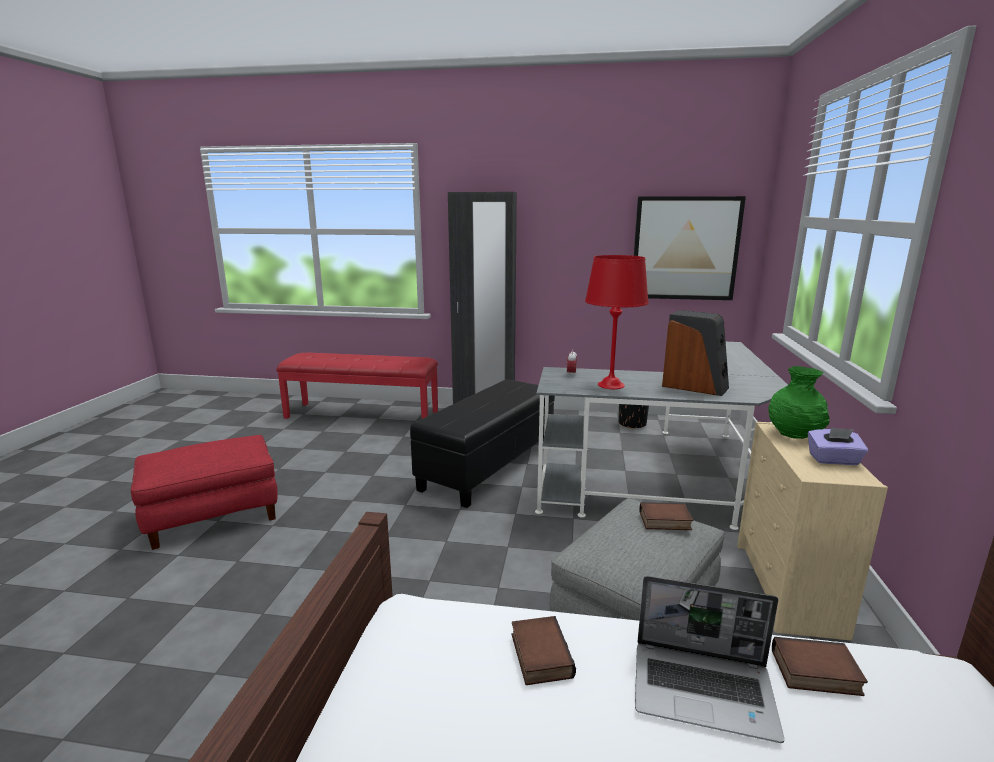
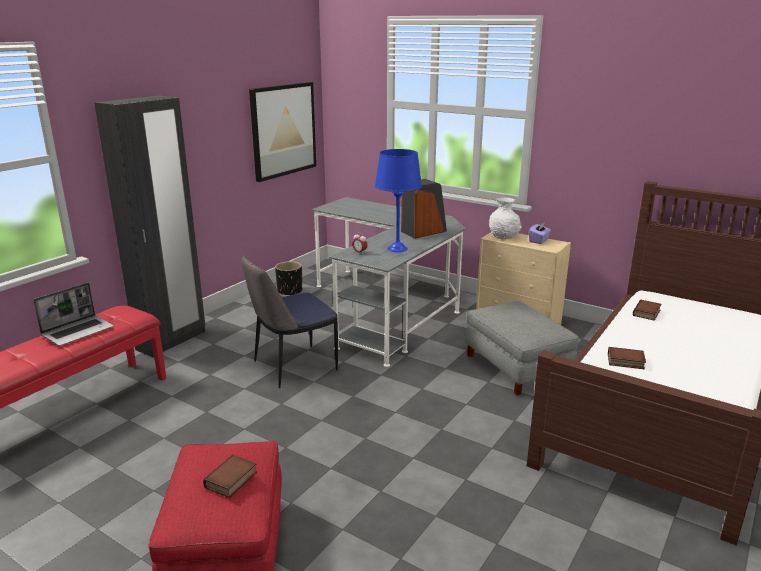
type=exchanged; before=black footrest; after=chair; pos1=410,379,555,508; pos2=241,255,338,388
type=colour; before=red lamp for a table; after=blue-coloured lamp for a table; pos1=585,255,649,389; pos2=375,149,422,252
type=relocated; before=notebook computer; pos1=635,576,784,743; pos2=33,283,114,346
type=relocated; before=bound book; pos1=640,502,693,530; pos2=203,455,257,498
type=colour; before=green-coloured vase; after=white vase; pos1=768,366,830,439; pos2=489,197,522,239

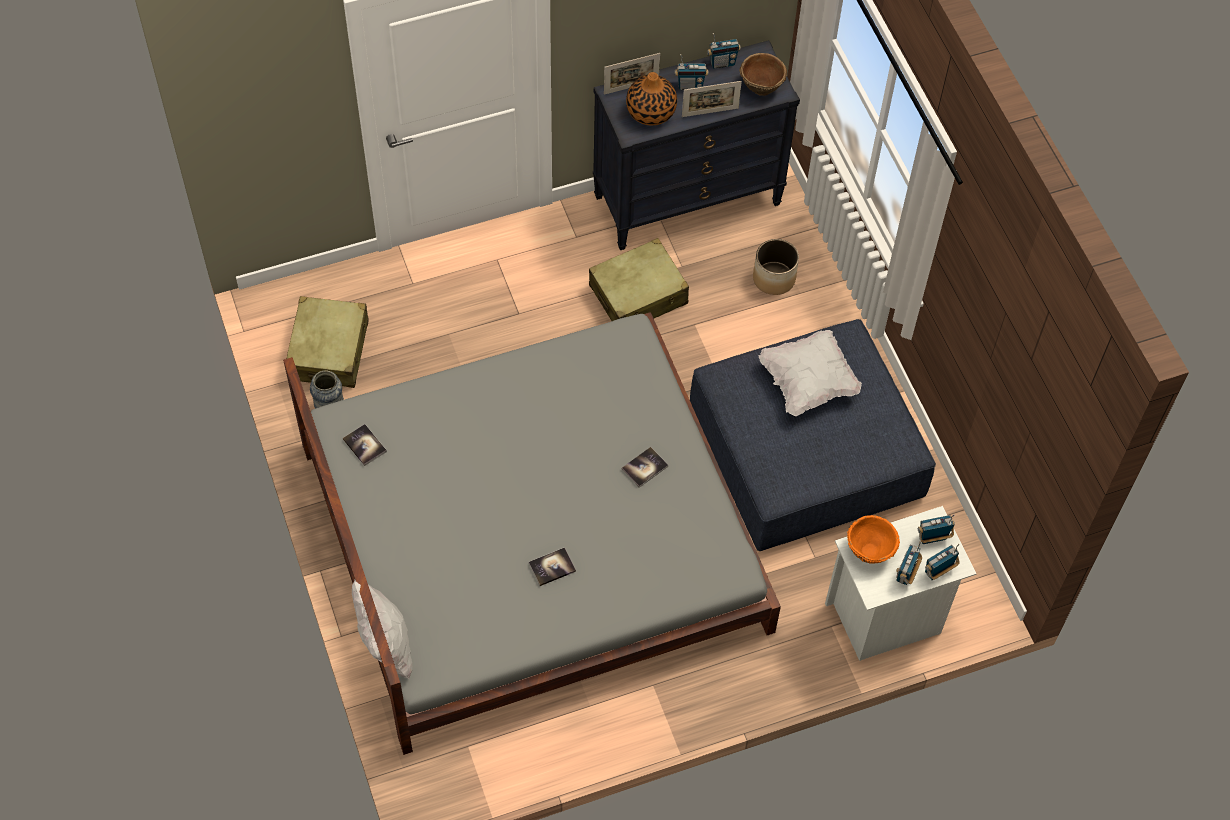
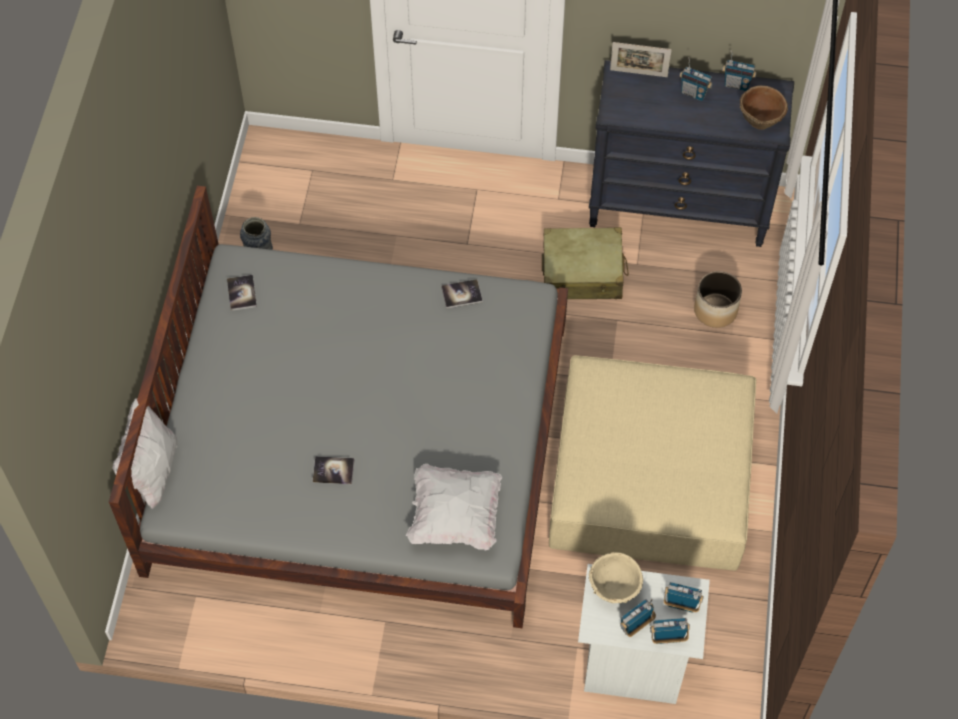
type=missing; before=beige-coloured travel case; pos1=286,296,369,388
type=relocated; before=bound book; pos1=621,447,668,488; pos2=441,279,483,309
type=missing; before=vase; pos1=626,72,677,126
type=missing; before=photo frame; pos1=682,81,742,117
type=colour; before=blue-coloured footrest; after=beige-coloured footrest; pos1=690,319,936,551; pos2=549,355,756,571
type=relocated; before=white cushion; pos1=759,330,862,416; pos2=406,464,502,550
type=colour; before=orange-coloured serving bowl; after=beige-coloured serving bowl; pos1=847,515,900,563; pos2=588,552,643,603

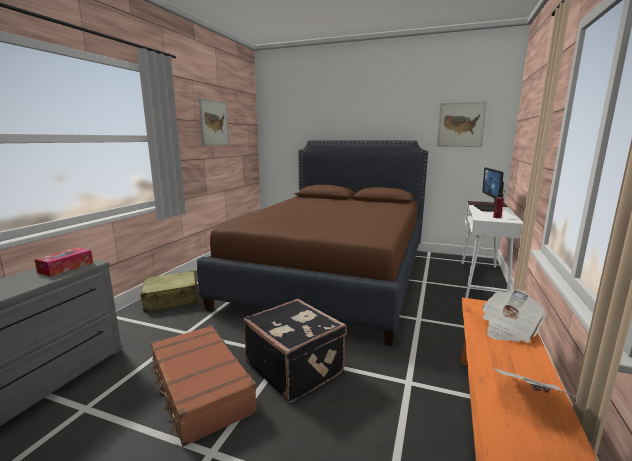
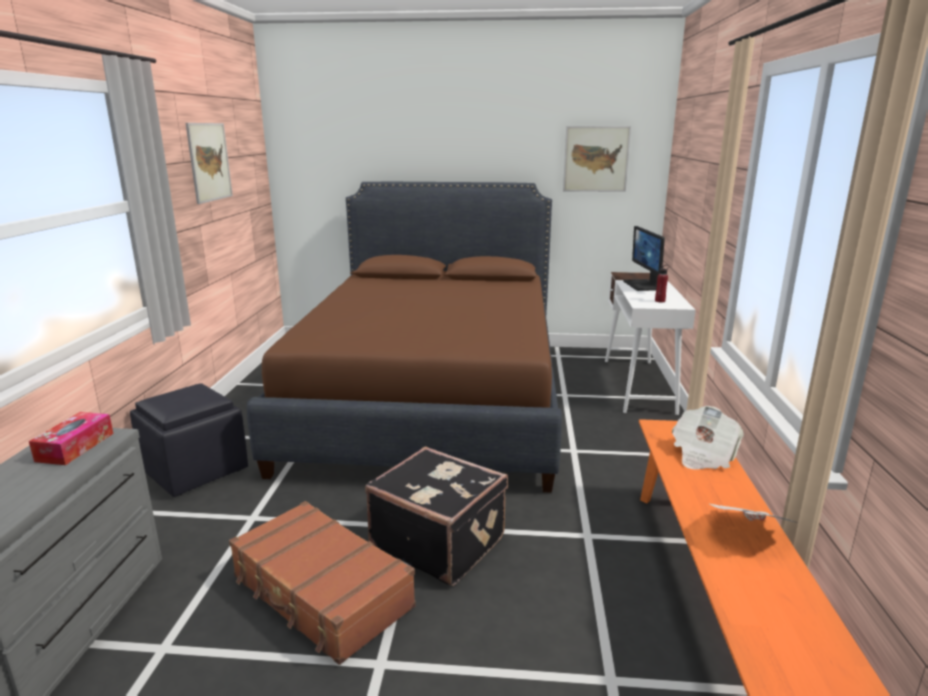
type=exchanged; before=beige-coloured travel case; after=black footrest; pos1=141,270,199,313; pos2=130,383,248,497

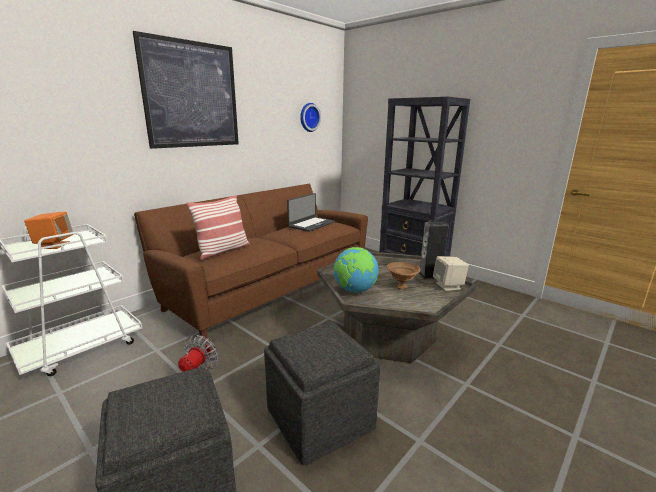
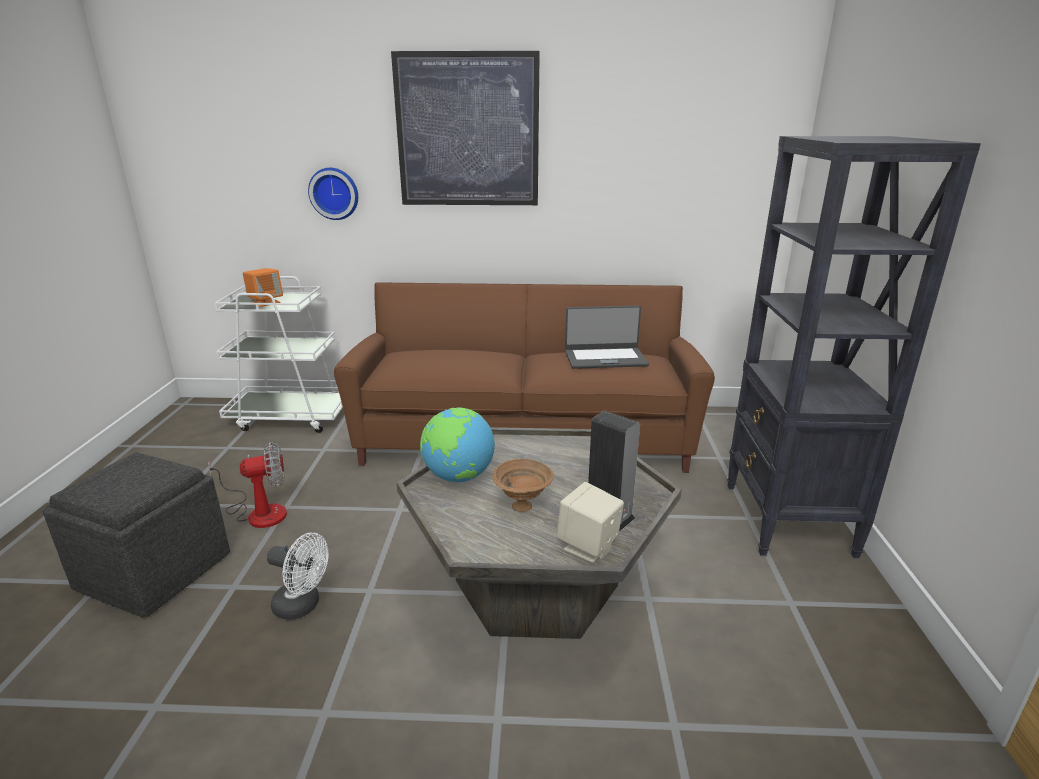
type=missing; before=cushion; pos1=186,195,250,260
type=exchanged; before=greyish footrest; after=white electric fan; pos1=264,321,380,465; pos2=267,532,329,620
type=relocated; before=clock on the wall; pos1=300,103,321,132; pos2=308,168,358,220

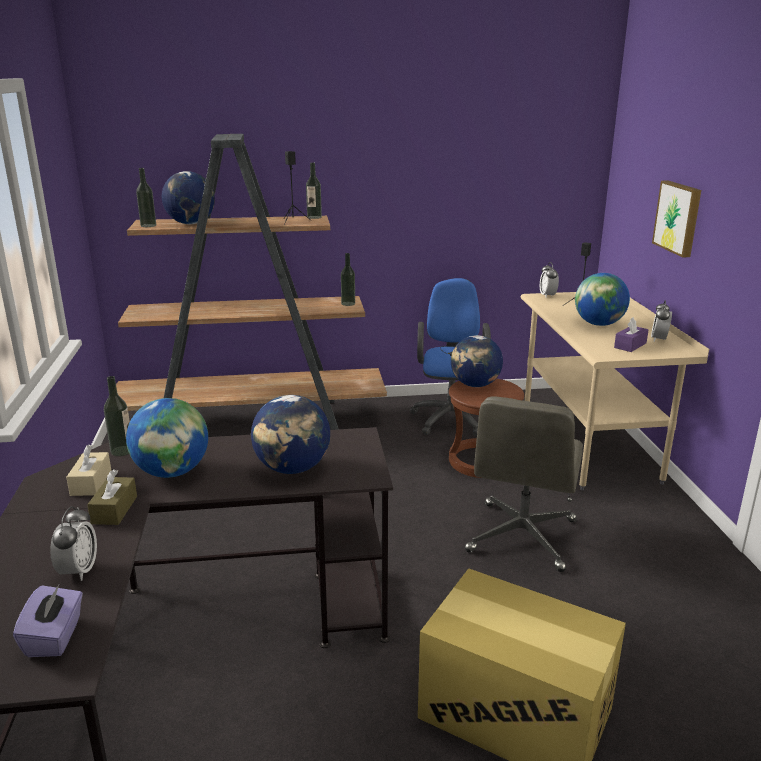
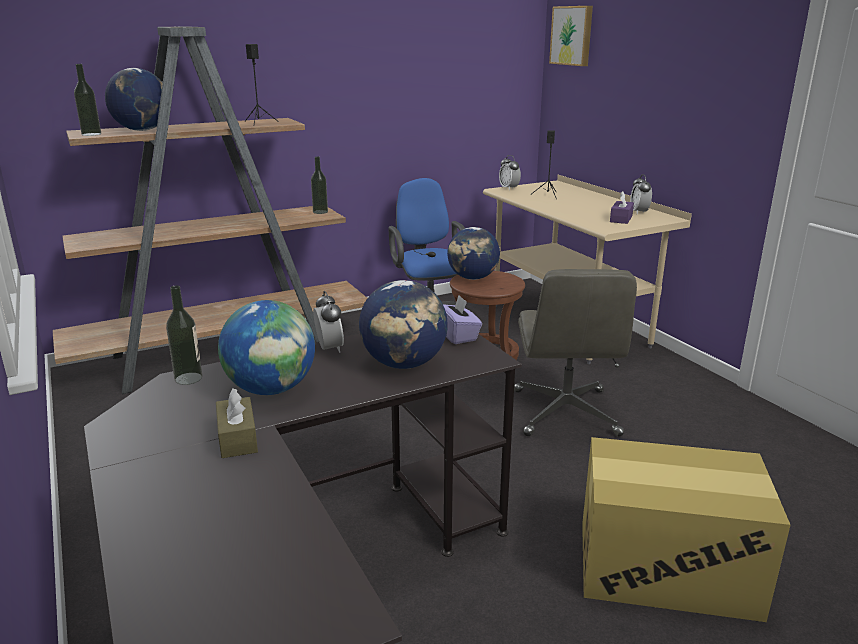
type=relocated; before=purplish tissue holder; pos1=13,583,83,657; pos2=443,295,482,344
type=relocated; before=alarm clock; pos1=50,506,97,581; pos2=313,291,344,353
type=missing; before=beige-coloured tissue holder; pos1=66,444,111,496
type=missing; before=beverage bottle; pos1=306,162,322,219
type=missing; before=desk globe; pos1=575,273,630,326
type=relocated; before=wall picture; pos1=652,181,701,257; pos2=549,6,593,66

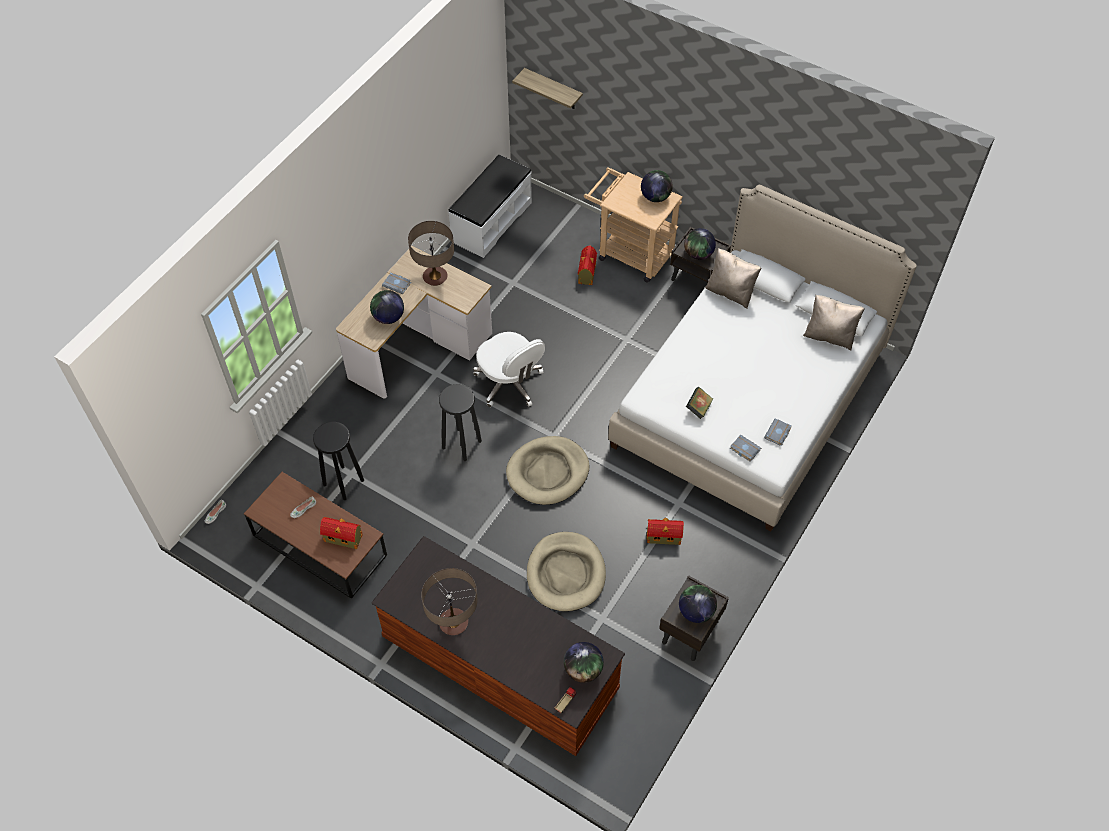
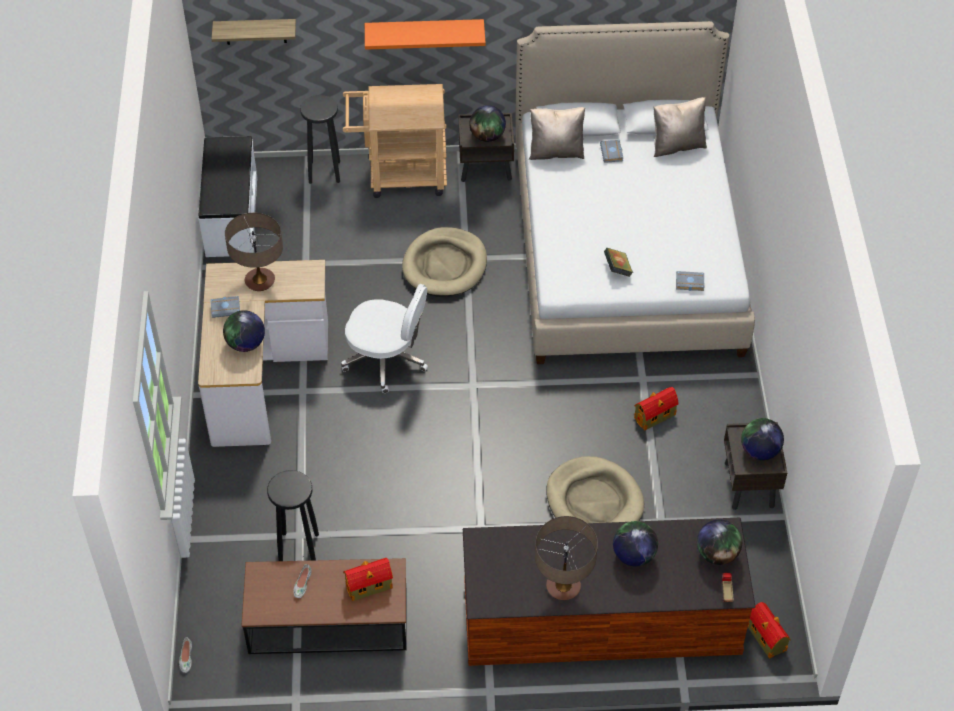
type=relocated; before=black sitting stool; pos1=439,384,482,461; pos2=300,95,340,184
type=relocated; before=beige-coloured dog bed; pos1=506,436,590,505; pos2=402,227,487,297
type=relocated; before=toy house; pos1=578,245,597,285; pos2=748,602,791,659
type=relocated; before=desk globe; pos1=641,170,673,202; pos2=613,521,658,567
type=relocated; before=greyish bound book; pos1=764,418,792,446; pos2=600,140,623,163
type=appeared; after=orange-coloured wall shelf; pos2=365,19,486,50

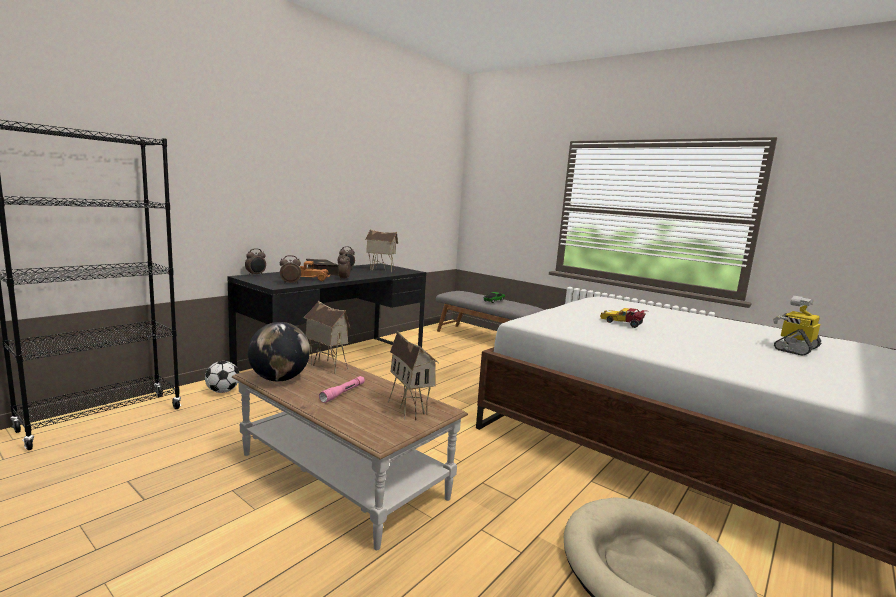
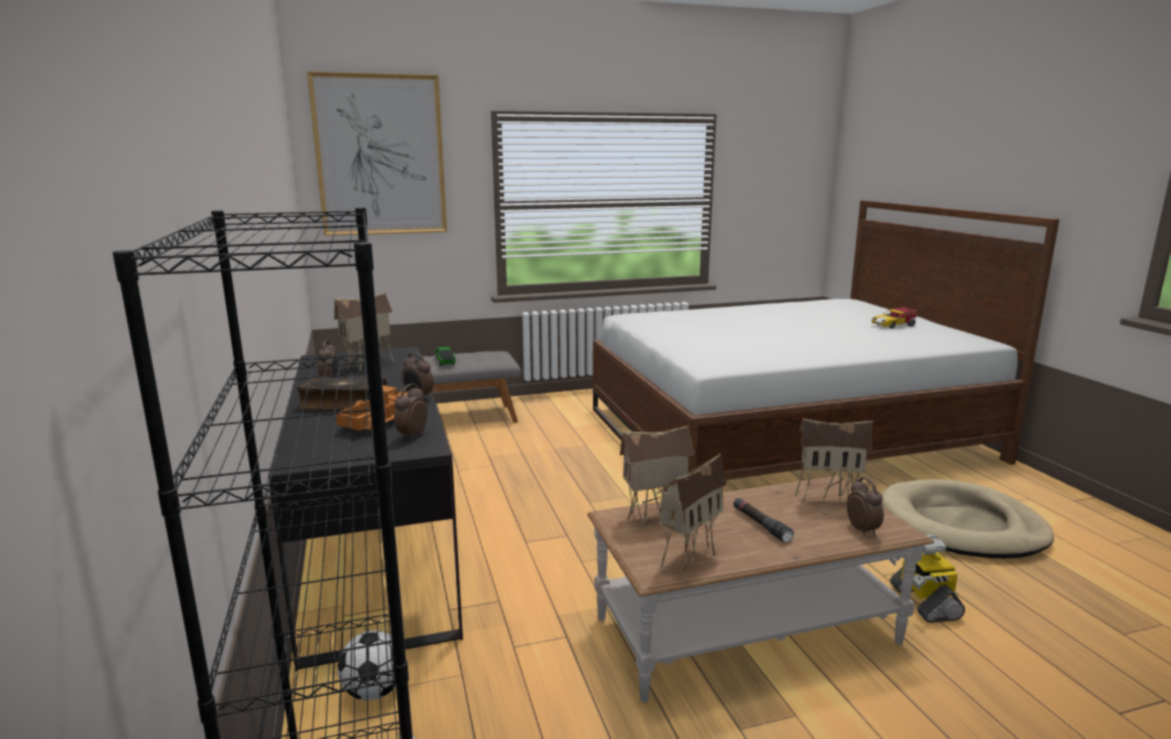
type=relocated; before=alarm clock; pos1=245,249,266,276; pos2=847,477,884,536
type=exchanged; before=desk globe; after=toy house; pos1=248,322,310,381; pos2=656,453,727,579
type=colour; before=pinkish hand torch; after=black hand torch; pos1=319,376,365,403; pos2=733,498,794,543
type=relocated; before=toy car; pos1=600,308,646,328; pos2=871,307,917,329
type=relocated; before=model robot; pos1=773,296,821,356; pos2=889,535,965,623
type=appeared; after=wall picture; pos2=307,71,447,236

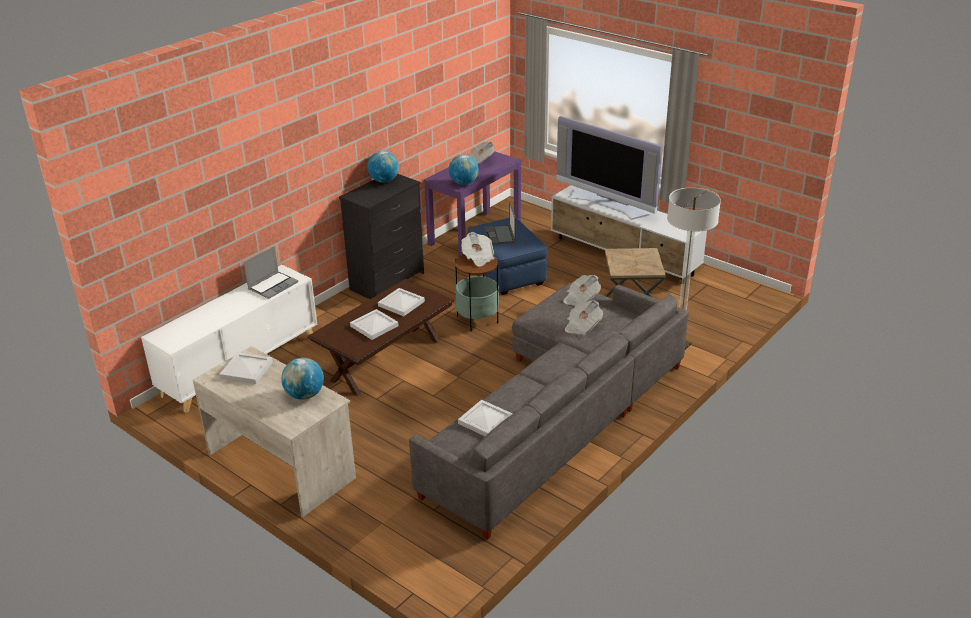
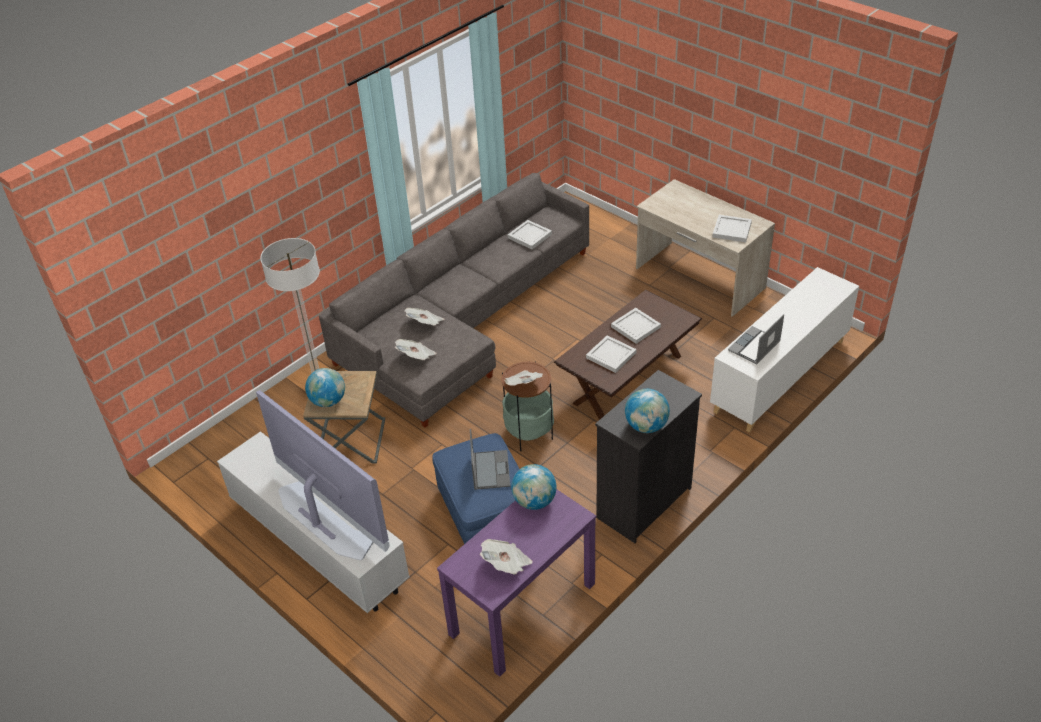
type=relocated; before=desk globe; pos1=281,358,324,400; pos2=305,368,345,407

